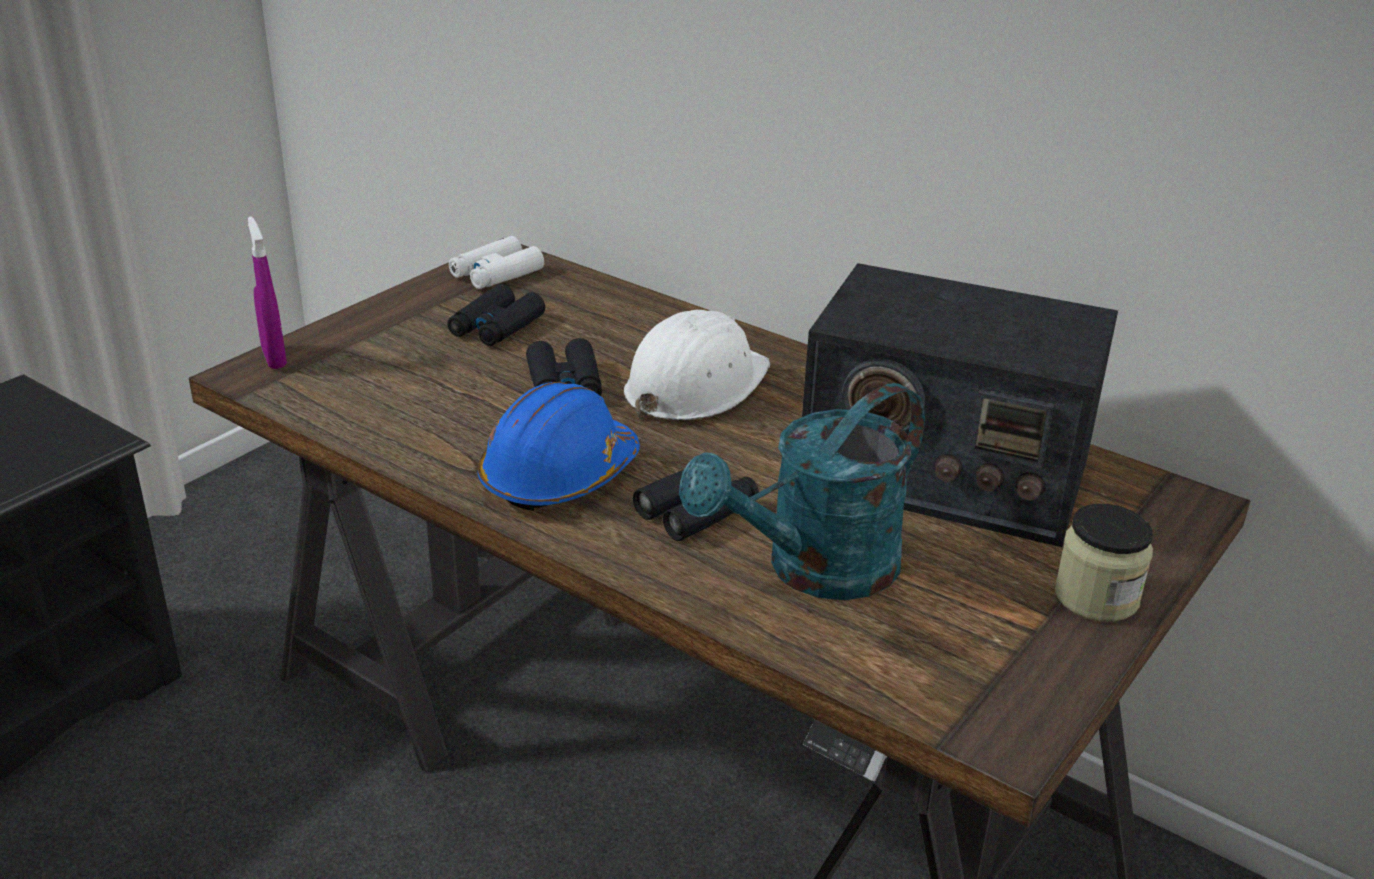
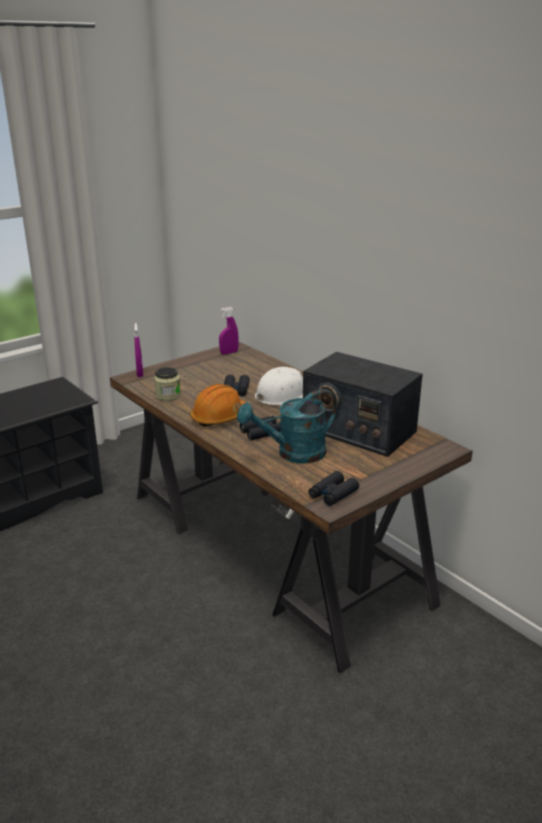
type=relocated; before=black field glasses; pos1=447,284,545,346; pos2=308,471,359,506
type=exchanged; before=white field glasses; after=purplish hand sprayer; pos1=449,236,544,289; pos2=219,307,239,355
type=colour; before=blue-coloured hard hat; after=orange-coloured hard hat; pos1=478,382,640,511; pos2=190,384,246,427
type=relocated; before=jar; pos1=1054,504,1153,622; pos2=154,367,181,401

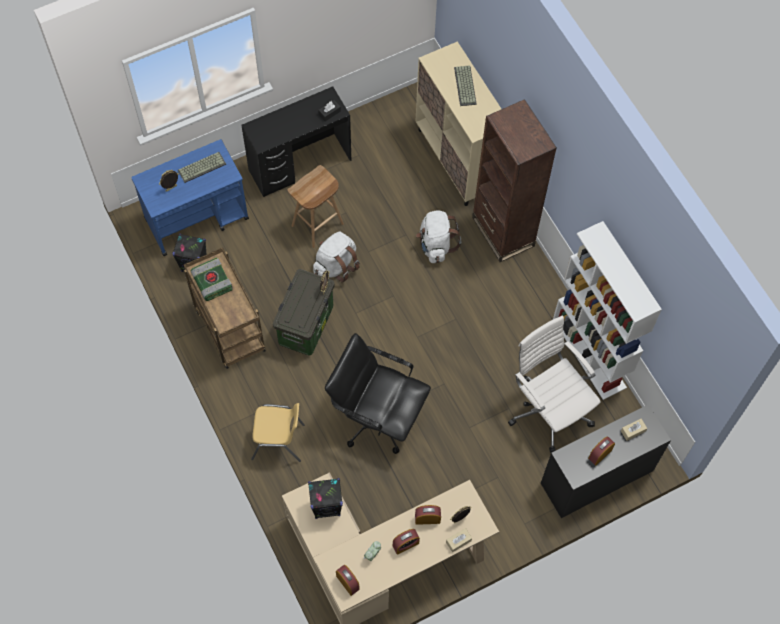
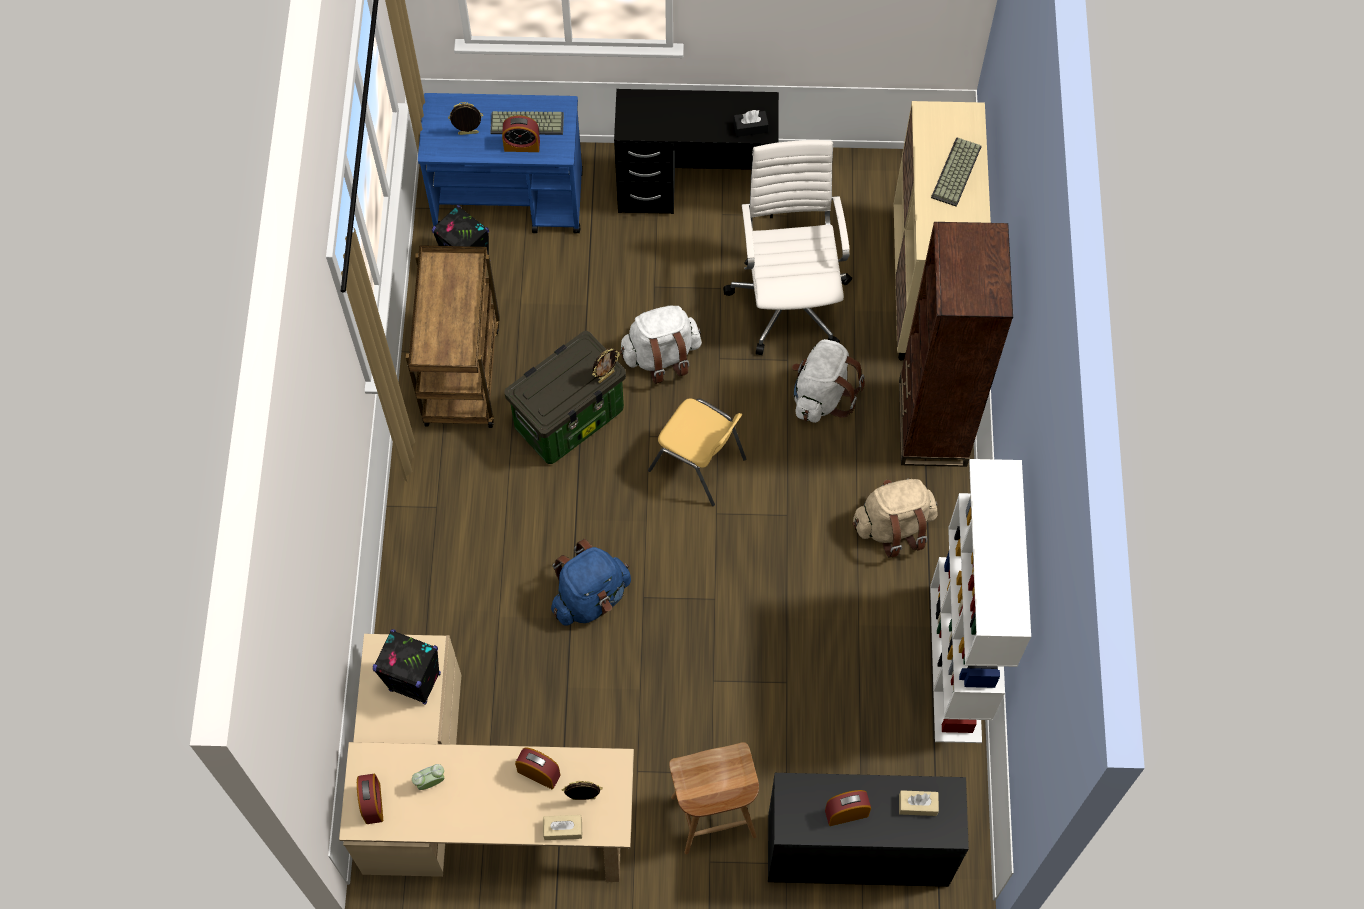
type=missing; before=bound book; pos1=191,257,233,301
type=relocated; before=yellow-coloured chair; pos1=251,403,305,462; pos2=648,398,746,506
type=relocated; before=brownish sitting stool; pos1=288,165,344,248; pos2=669,742,759,855
type=exchanged; before=black desk chair; after=blue-coloured rucksack; pos1=325,333,431,454; pos2=551,539,631,626
type=relocated; before=alarm clock; pos1=393,529,420,555; pos2=502,115,540,152
type=relocated; before=white desk chair; pos1=508,316,601,453; pos2=723,140,852,355
type=appeared; after=beige-coloured rucksack; pos2=853,479,937,557

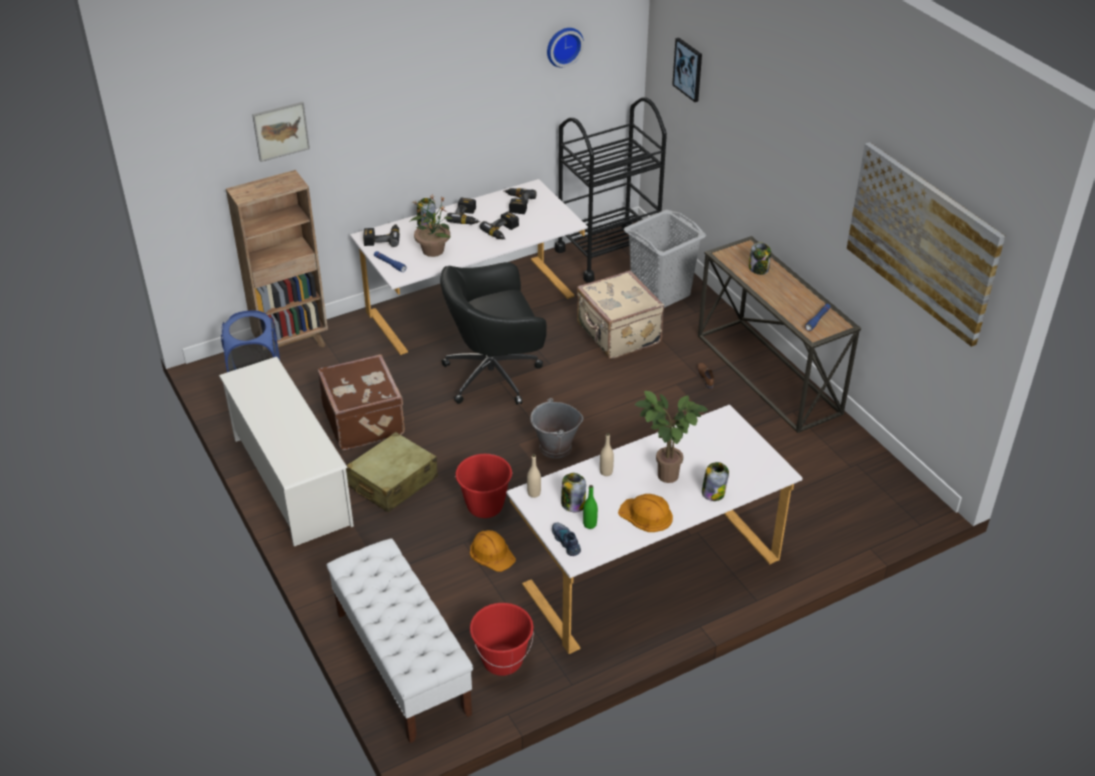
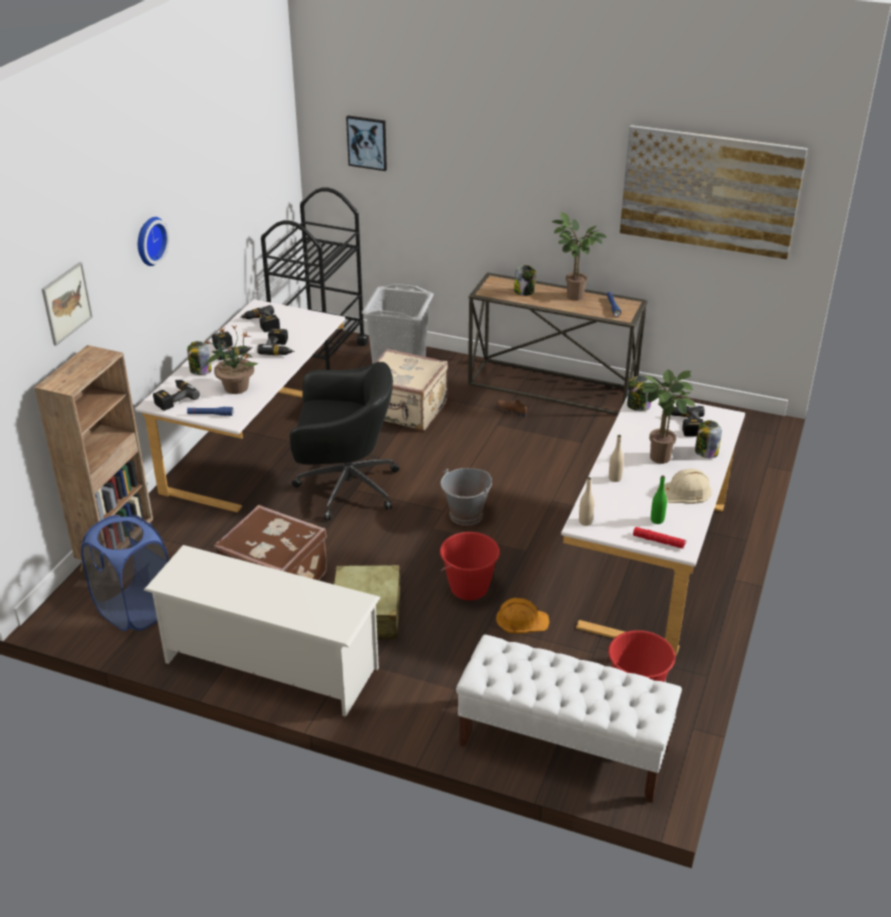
type=spun; before=black desk chair; pos1=440,262,547,405; pos2=290,362,400,520; turn=-120
type=relocated; before=clock on the wall; pos1=547,28,584,67; pos2=138,217,169,266
type=exchanged; before=shoe; after=red hand torch; pos1=552,523,581,556; pos2=633,527,686,549
type=relocated; before=jar; pos1=561,473,586,512; pos2=627,376,652,411
type=colour; before=orange-coloured hard hat; after=beige-coloured hard hat; pos1=618,494,673,532; pos2=657,468,712,504
type=appeared; after=potted plant; pos2=552,212,607,301
type=appeared; after=drill; pos2=671,406,705,437

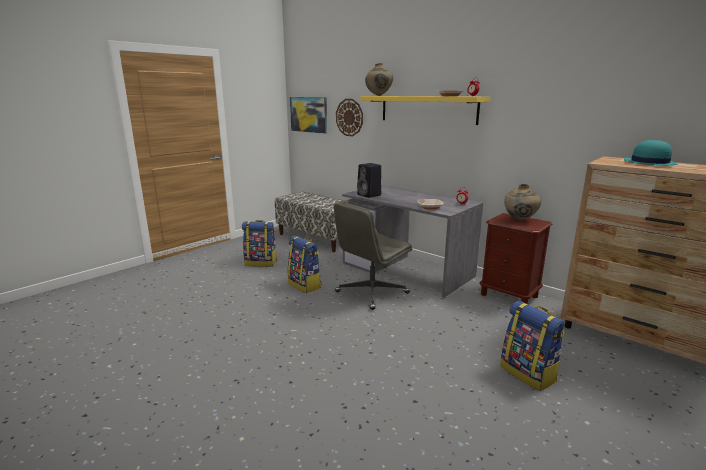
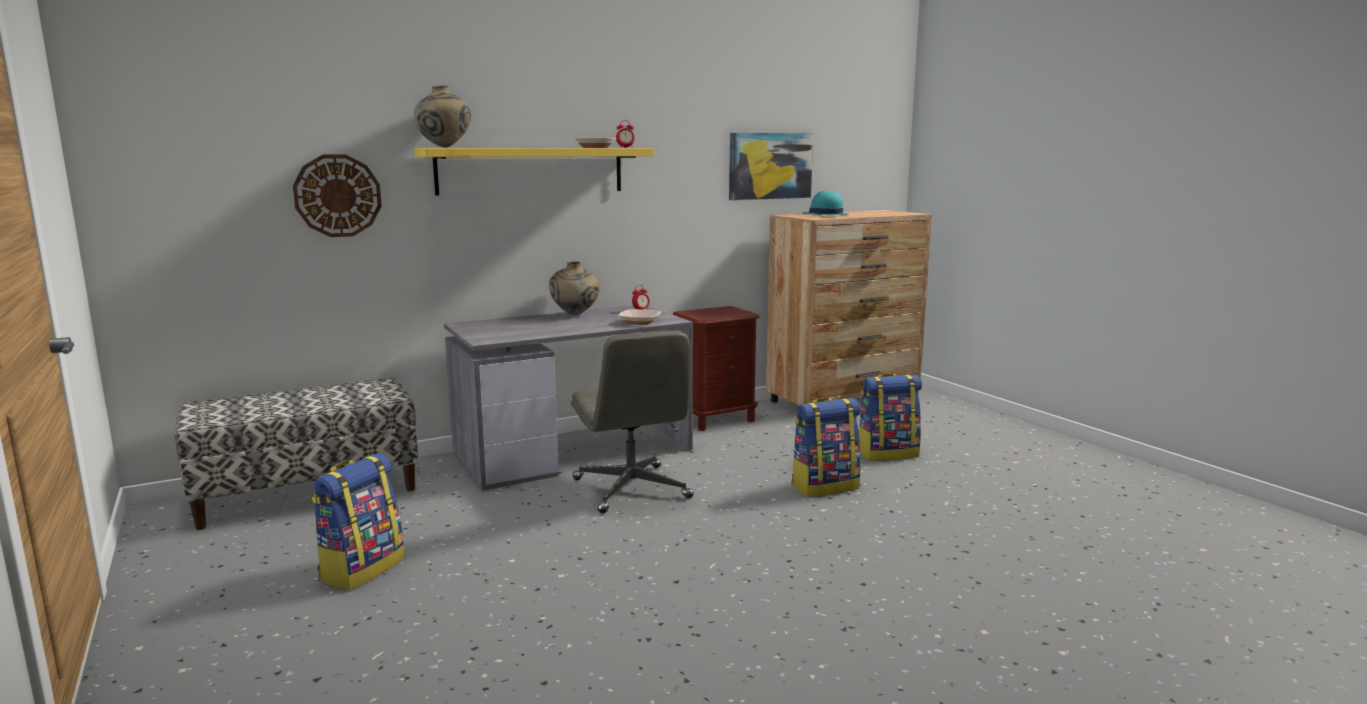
type=relocated; before=rucksack; pos1=287,236,321,293; pos2=791,398,861,497
type=relocated; before=wall picture; pos1=290,97,327,134; pos2=729,133,813,200
type=missing; before=black audio speaker; pos1=357,163,381,198
type=relocated; before=beige-coloured vase; pos1=504,184,541,220; pos2=549,261,600,315

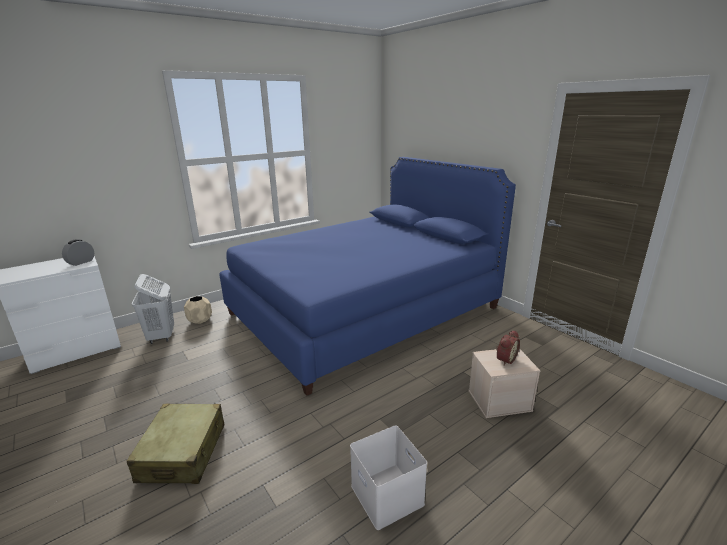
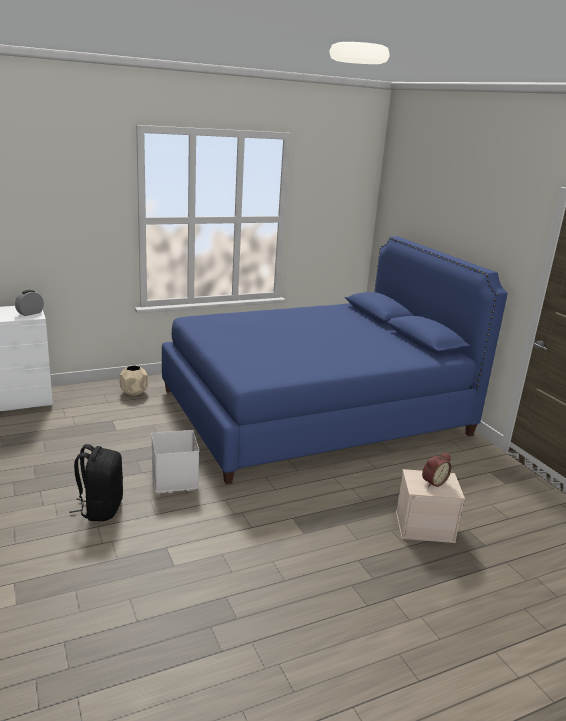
type=exchanged; before=beige-coloured travel case; after=black rucksack; pos1=127,404,225,484; pos2=70,444,123,521
type=missing; before=white washing basket; pos1=132,274,174,344
type=relocated; before=white storage bin; pos1=350,425,427,530; pos2=151,430,199,493

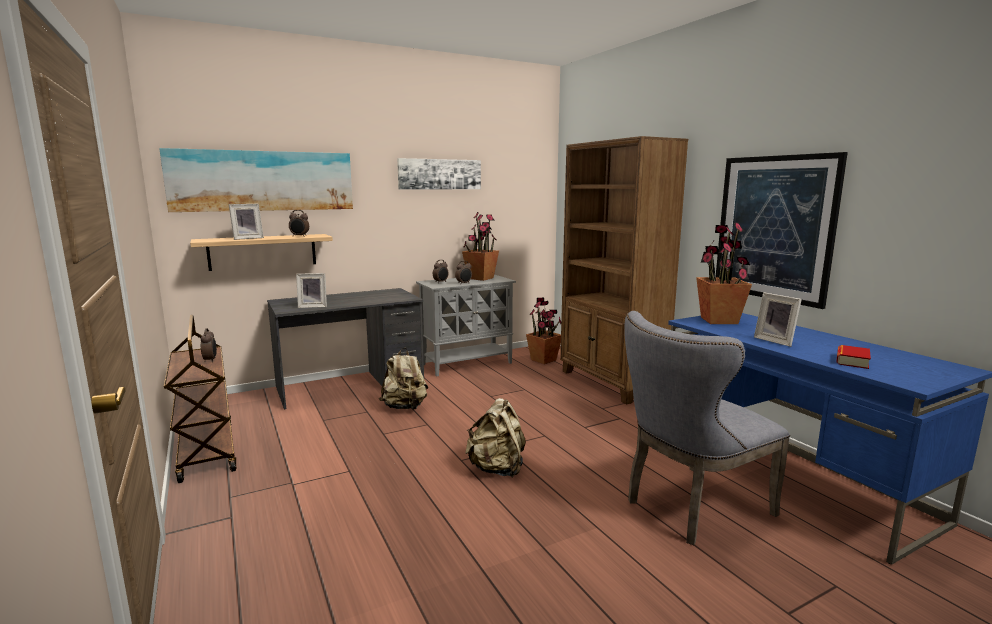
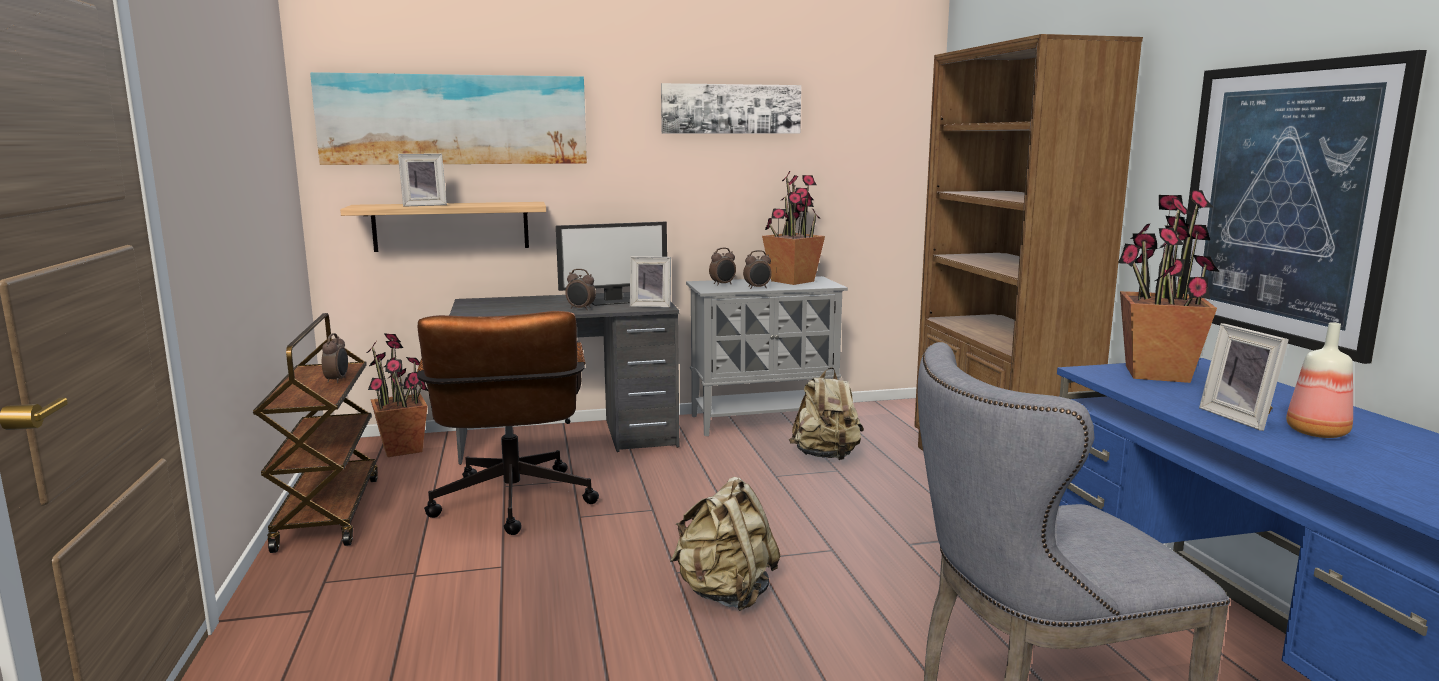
type=relocated; before=alarm clock; pos1=289,210,309,237; pos2=565,269,596,310
type=relocated; before=photo frame; pos1=296,273,327,308; pos2=630,256,671,308
type=relocated; before=beige-coloured rucksack; pos1=379,348,428,410; pos2=789,367,864,460
type=relocated; before=potted plant; pos1=526,298,561,364; pos2=367,333,428,457
type=missing; before=bound book; pos1=836,345,871,369
type=appeared; after=brownish desk chair; pos2=417,311,599,535
type=appeared; after=computer display; pos2=556,222,667,306
type=appeared; after=beverage bottle; pos2=1286,322,1353,438

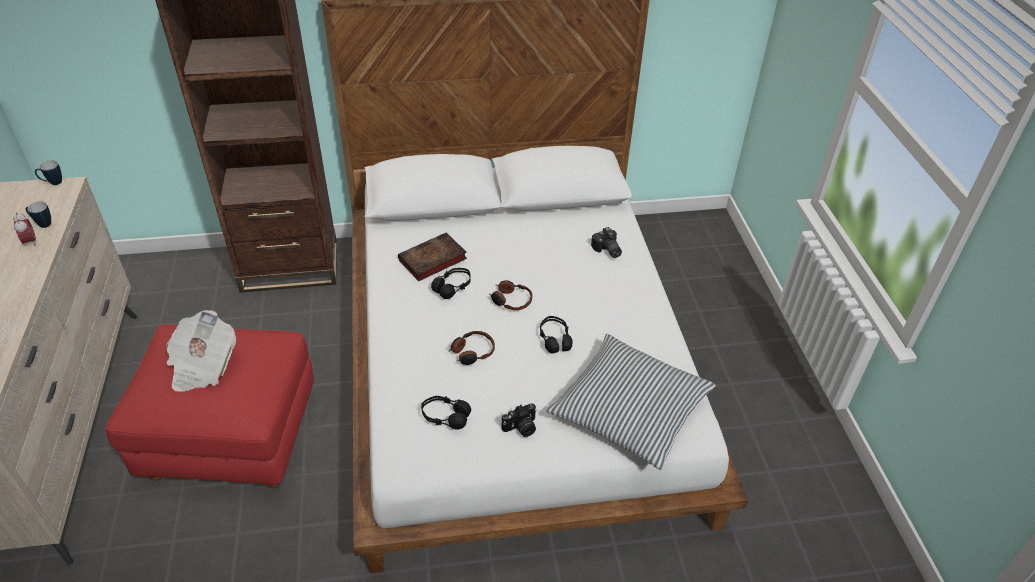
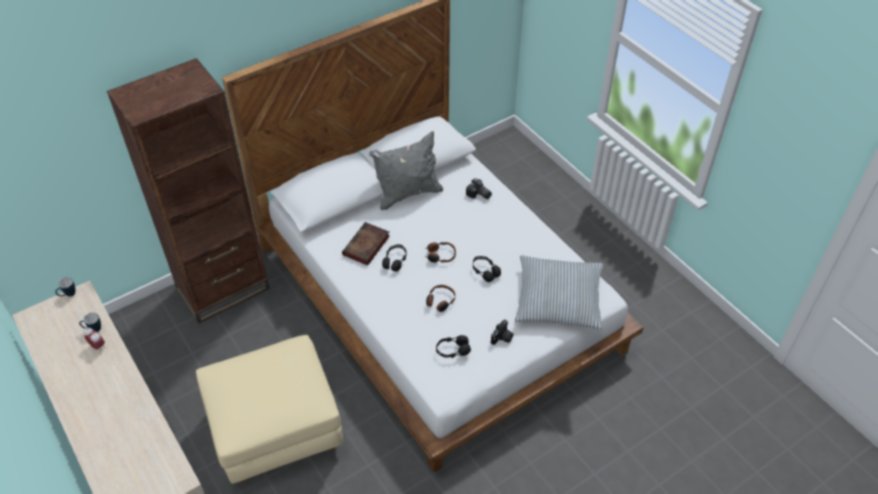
type=colour; before=red footrest; after=beige-coloured footrest; pos1=106,324,314,488; pos2=196,335,343,484
type=missing; before=daily paper; pos1=166,310,236,392
type=appeared; after=greyish cushion; pos2=369,131,443,210

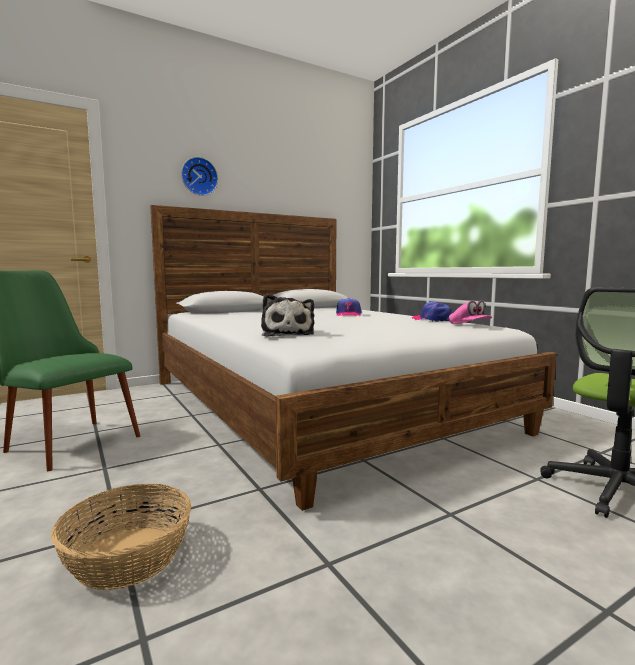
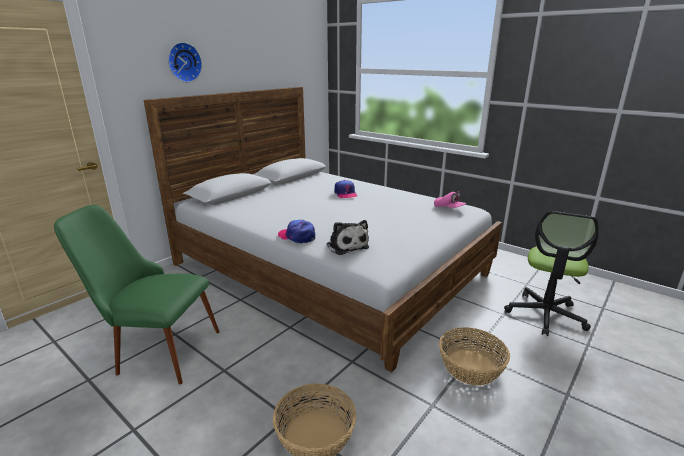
type=relocated; before=peaked cap; pos1=412,302,451,322; pos2=278,220,315,244
type=appeared; after=household basket; pos2=439,327,510,386

